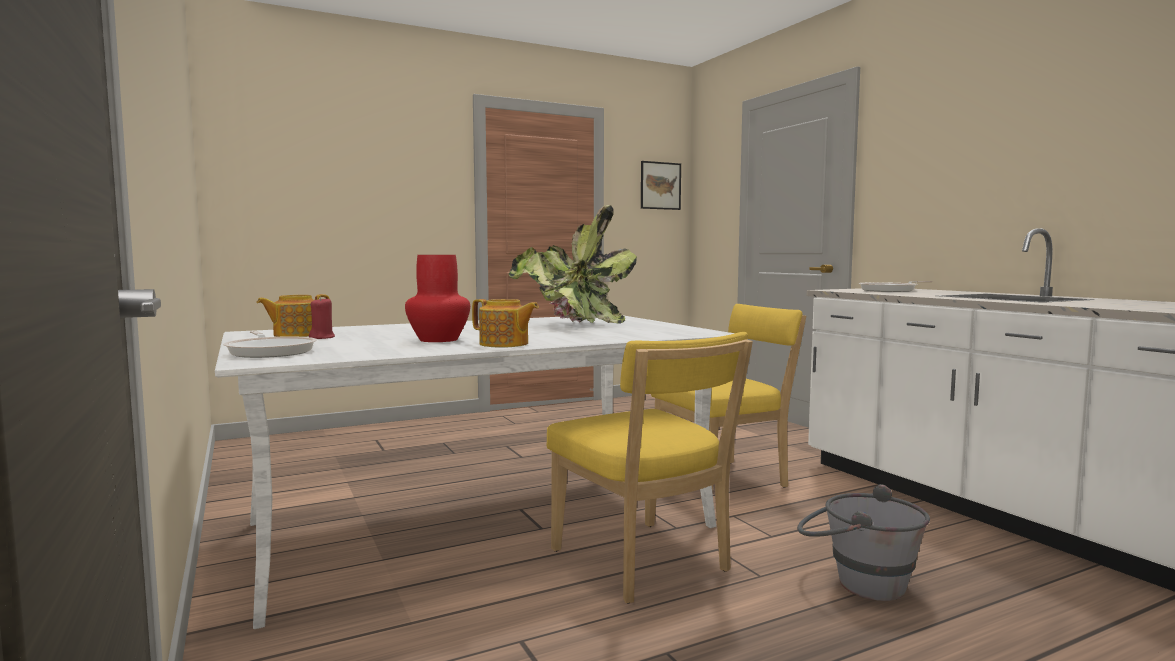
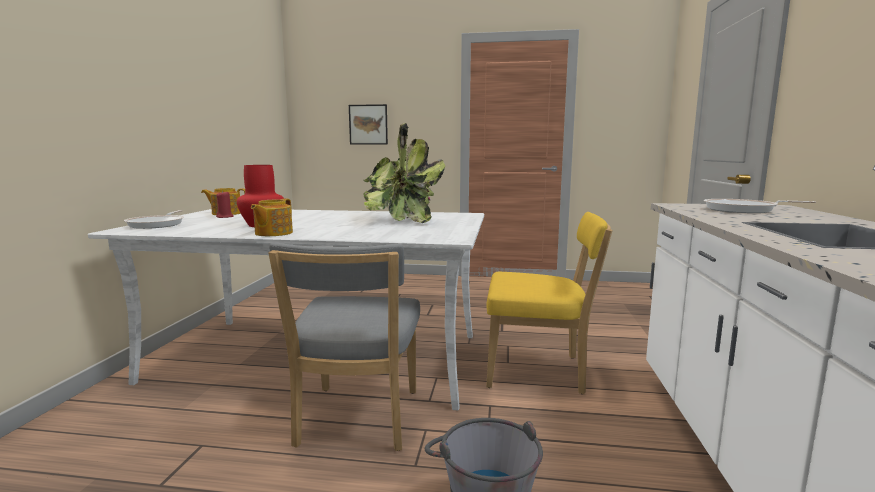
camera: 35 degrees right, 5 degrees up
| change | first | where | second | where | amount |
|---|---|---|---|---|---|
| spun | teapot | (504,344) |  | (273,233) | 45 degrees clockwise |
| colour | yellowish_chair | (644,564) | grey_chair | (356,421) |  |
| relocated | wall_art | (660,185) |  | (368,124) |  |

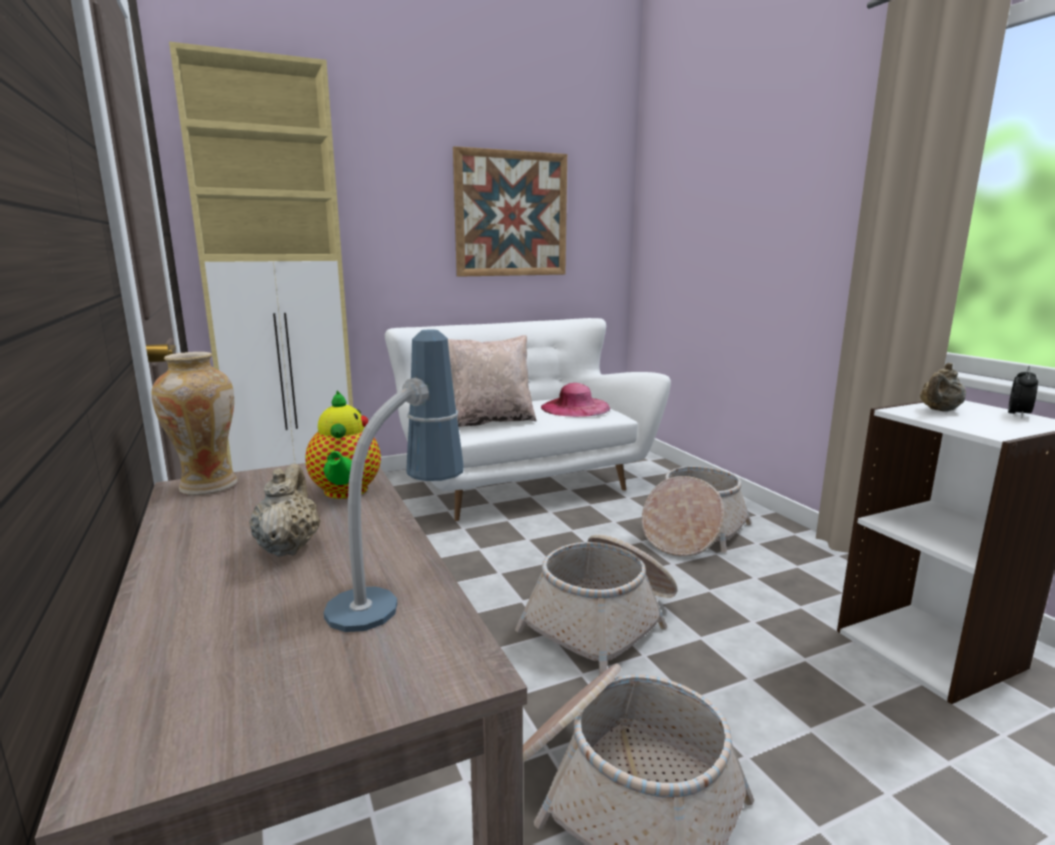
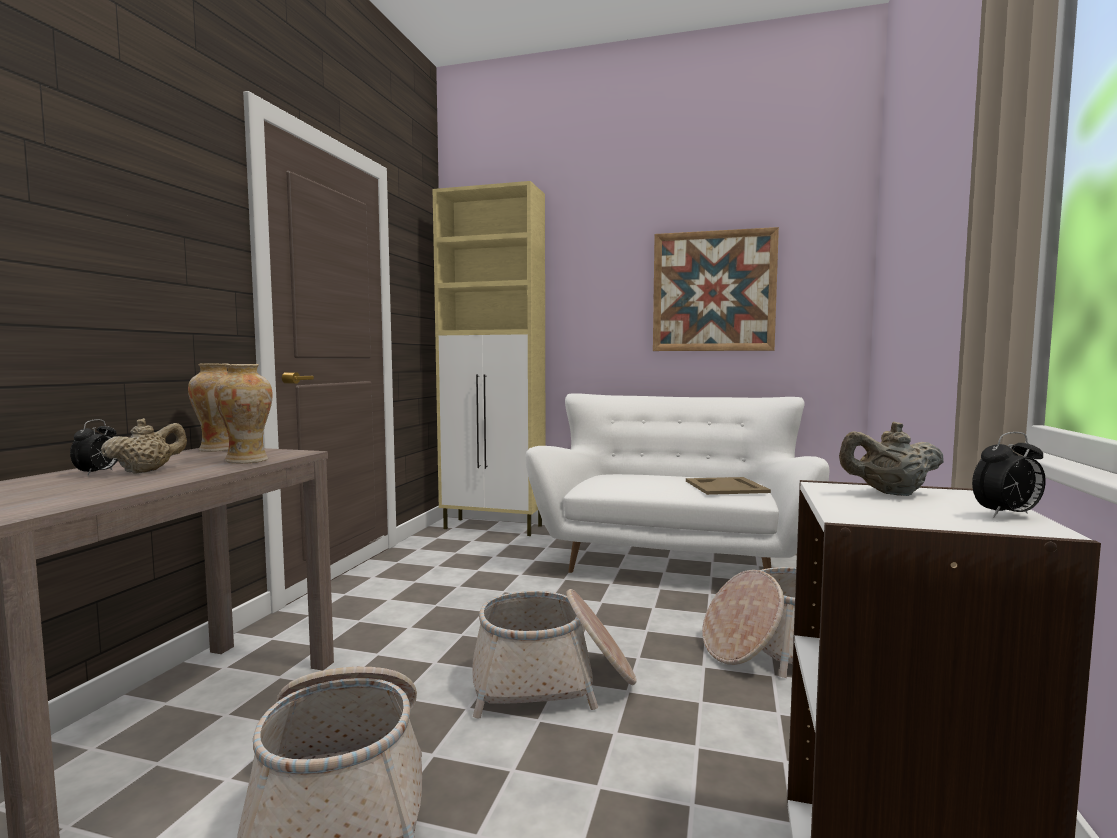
camera: 40 degrees right, 10 degrees down
| change | first | where | second | where | amount |
|---|---|---|---|---|---|
| exchanged | teapot | (345,492) | flower_vase | (247,461) |  |
| missing | lamp_for_a_table | (401,590) |  |  |  |
| missing | beige_pillow | (489,421) |  |  |  |
| exchanged | pink_clothing_hat | (575,407) | beige_serving_tray | (726,486) |  |
| appeared |  |  | table_clock | (98,473) |  |

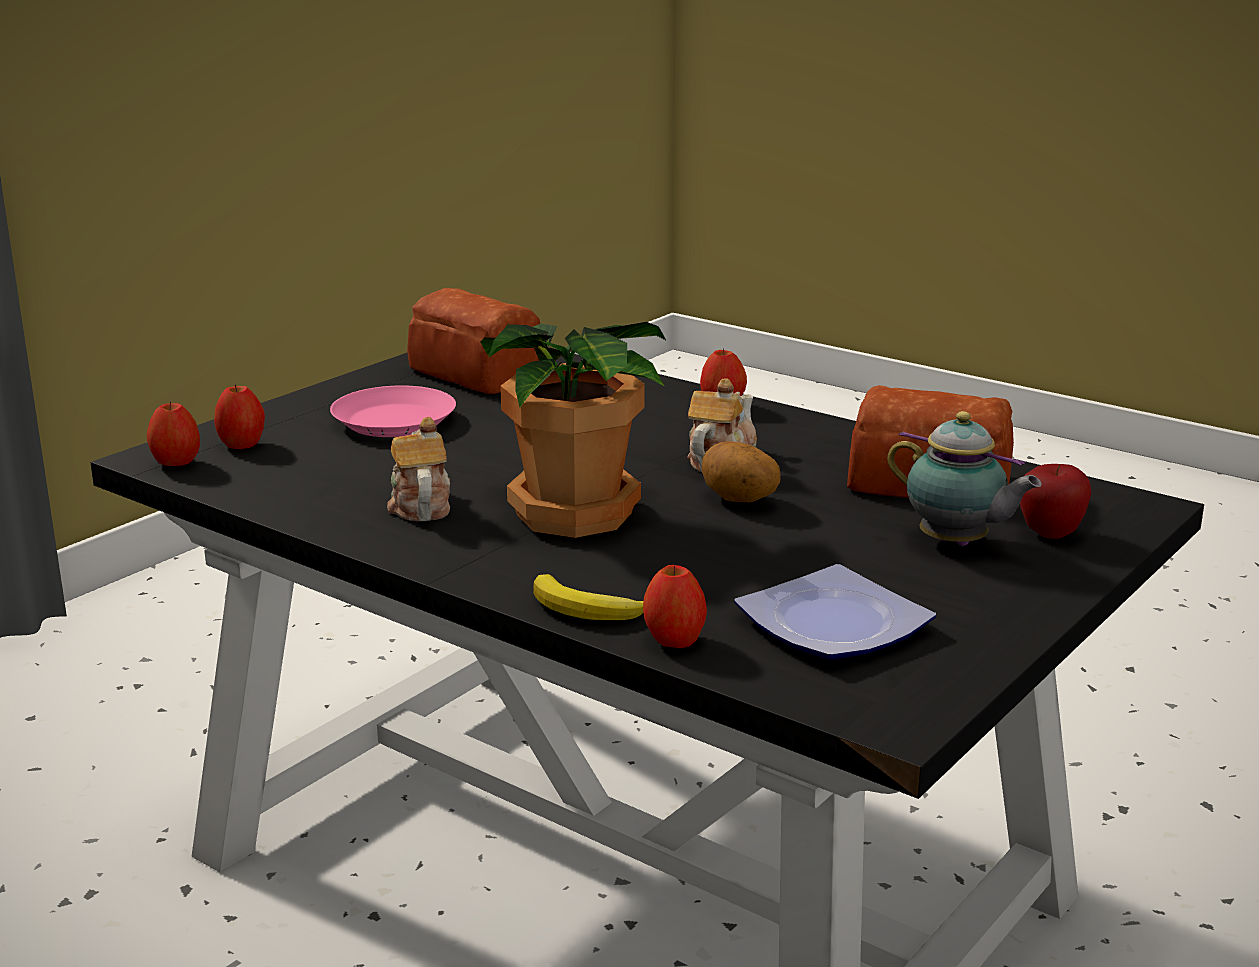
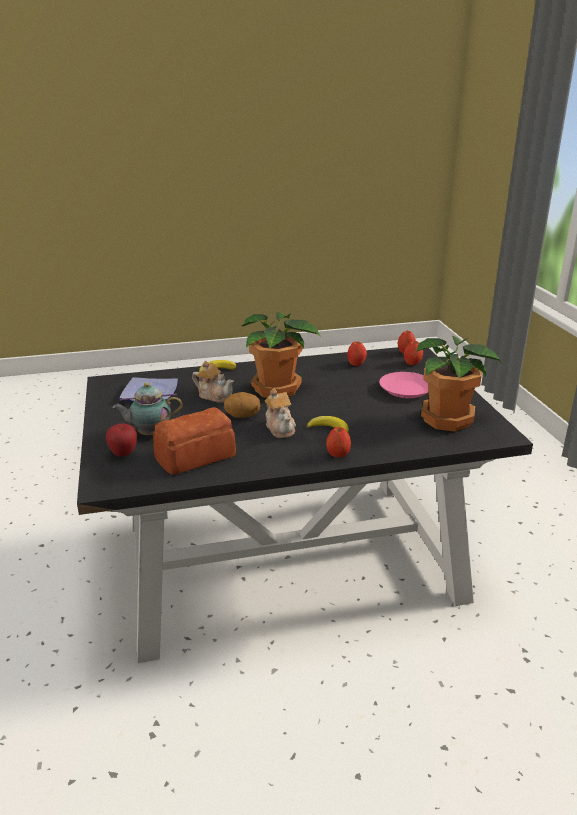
camera: 130 degrees right, 5 degrees up
| change | first | where | second | where | amount |
|---|---|---|---|---|---|
| relocated | teapot | (420,505) |  | (214,395) |  |
| exchanged | bread | (478,374) | houseplant | (449,420) |  |
| relocated | apple_fruit | (674,641) |  | (356,364) |  |
| appeared |  |  | banana_fruit | (329,429) |  |

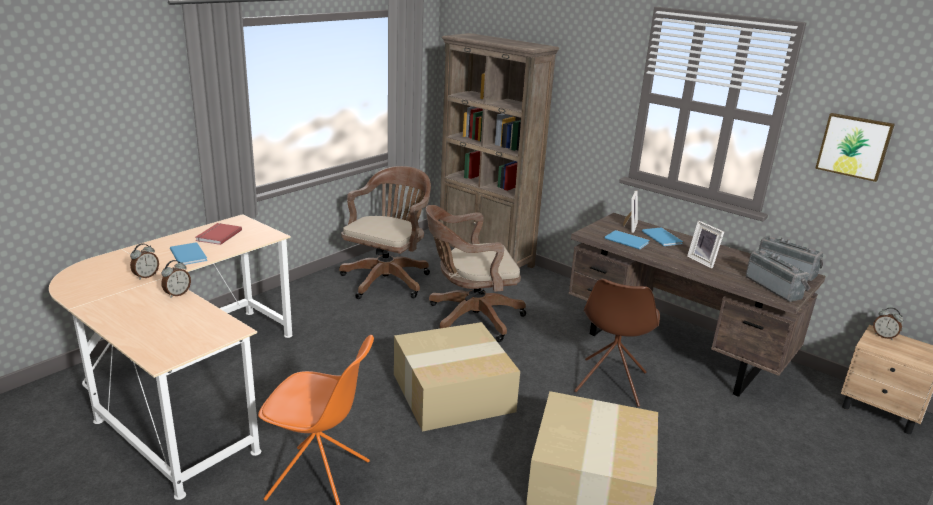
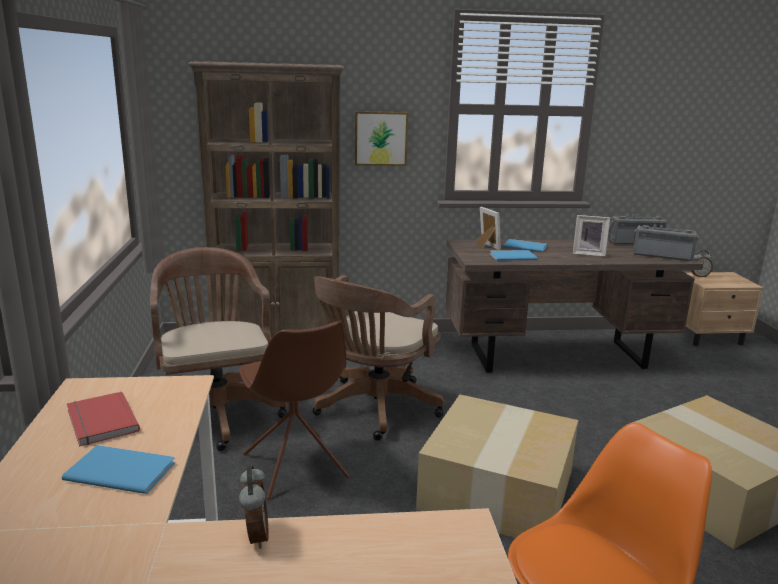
camera: 45 degrees left, 5 degrees down
| change | first | where | second | where | amount |
|---|---|---|---|---|---|
| missing | table_clock | (146,276) |  |  |  |
| relocated | brown_chair | (610,383) |  | (295,467) |  |
| relocated | wall_art | (854,146) |  | (380,138) |  |

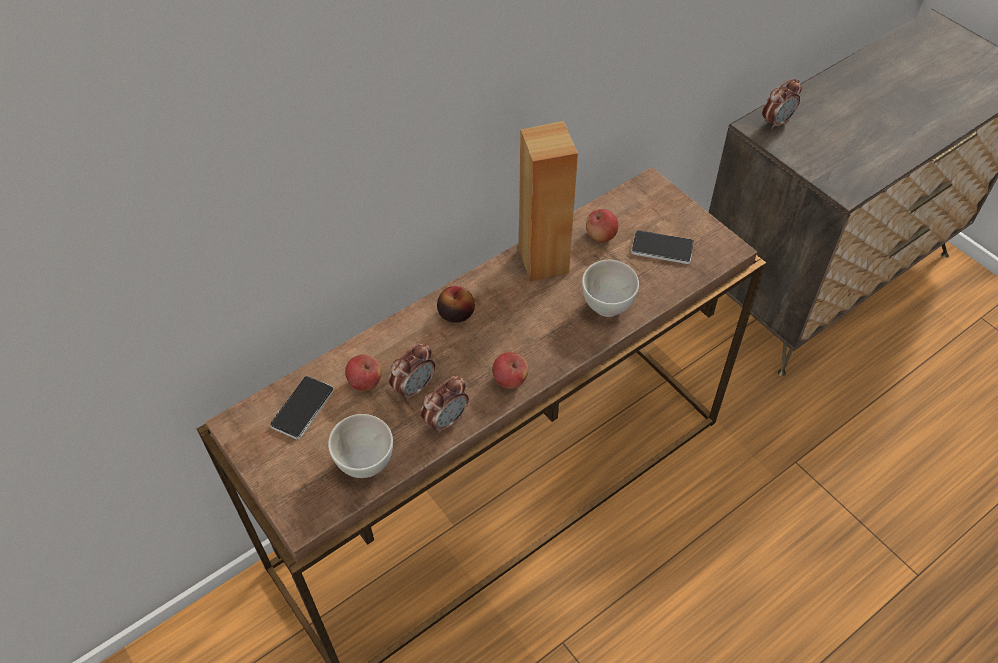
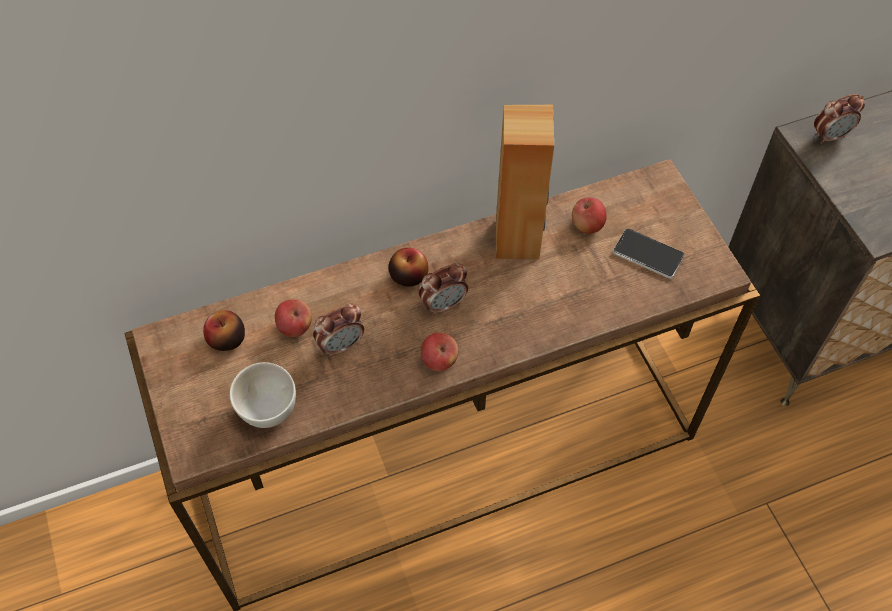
camera: 15 degrees right, 5 degrees up
| change | first | where | second | where | amount |
|---|---|---|---|---|---|
| exchanged | telephone | (303,408) | apple_fruit | (227,339) |  |
| relocated | table_clock | (446,420) |  | (443,304) |  |
| missing | whitish_deep_dish | (607,307) |  |  |  |

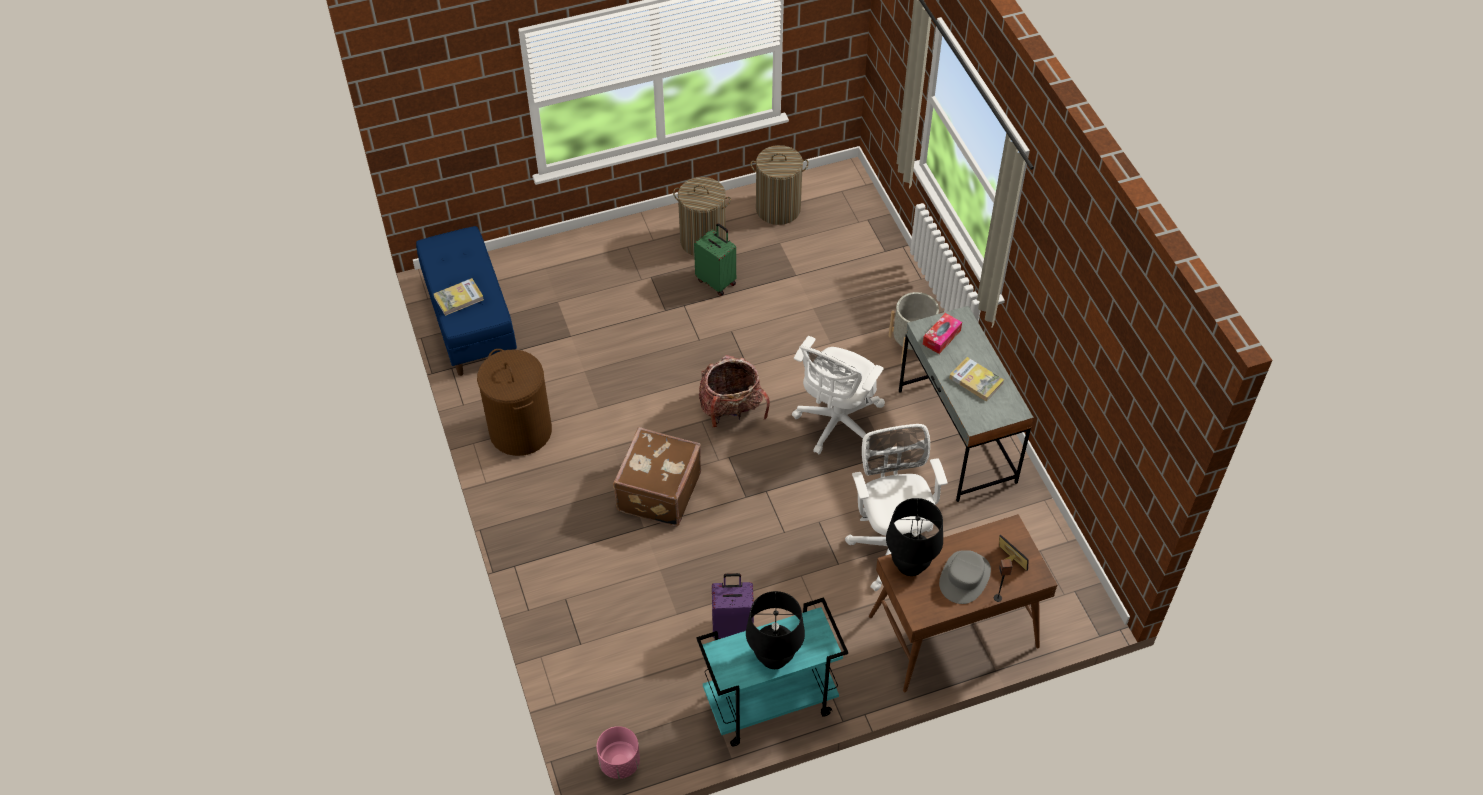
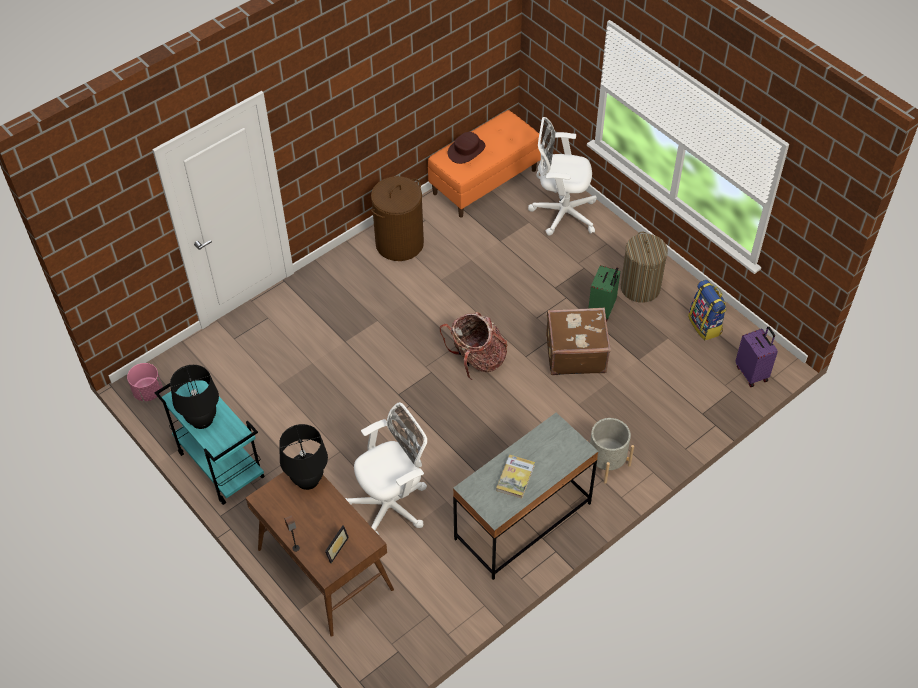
camera: 70 degrees right, 0 degrees up
| change | first | where | second | where | amount |
|---|---|---|---|---|---|
| colour | blue-coloured_long_seat | (470,321) | orange-coloured_long_seat | (484,181) |  |
| exchanged | volume | (459,298) | brown_clothing_hat | (466,150) |  |
| relocated | brown_suitcase | (657,492) |  | (575,353) |  |
| relocated | purple-coloured_suitcase | (733,627) |  | (752,373) |  |
| exchanged | washing_basket | (778,209) | rucksack | (705,325) |  |
| relocated | whitish_desk_chair | (836,424) |  | (561,213) |  |
| missing | box_of_tissues | (941,337) |  |  |  |
| missing | grey_clothing_hat | (965,577) |  |  |  |

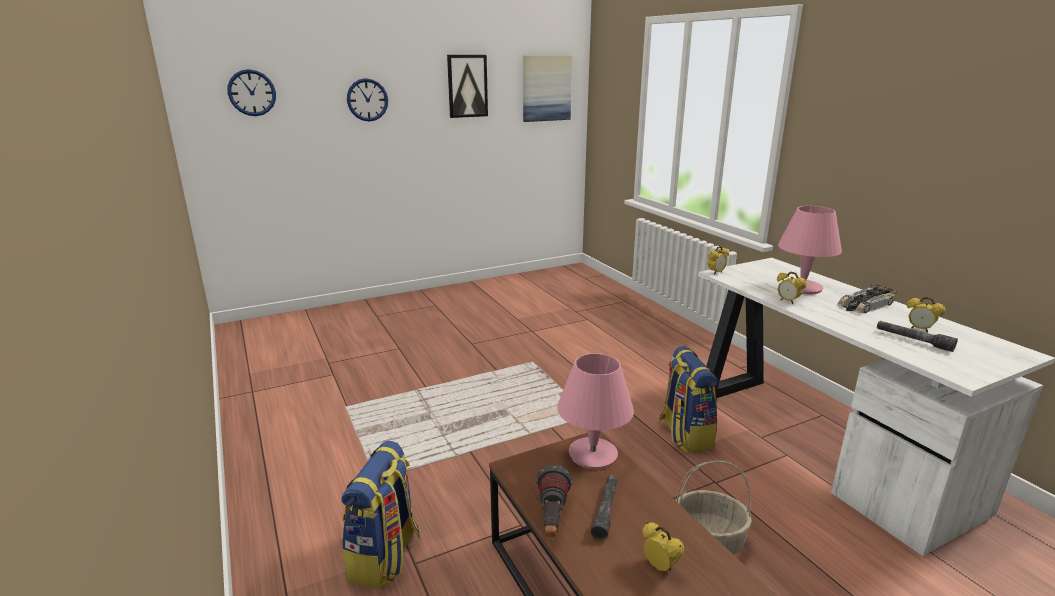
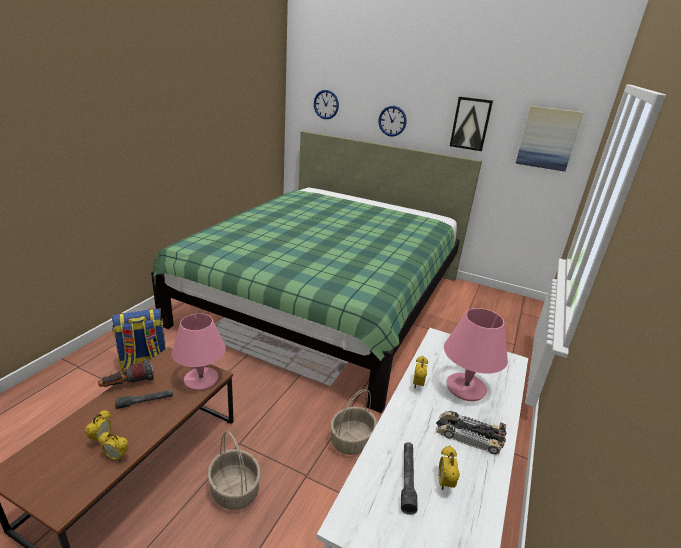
camera: 50 degrees right, 5 degrees up
| change | first | where | second | where | amount |
|---|---|---|---|---|---|
| exchanged | rucksack | (684,435) | household_basket | (351,440) |  |
| relocated | table_clock | (716,273) |  | (116,457) |  |
| appeared |  |  | greenish_sleeping_bed | (326,299) |  |

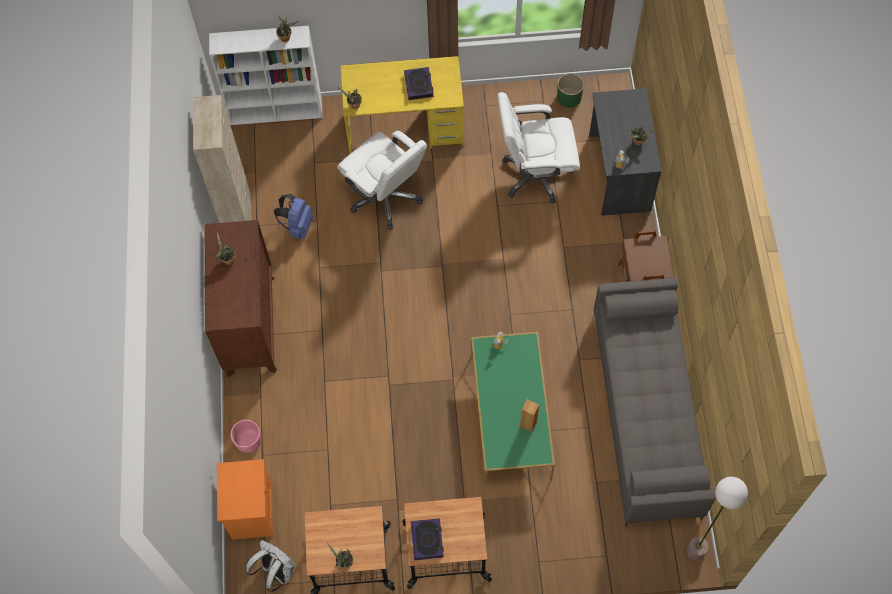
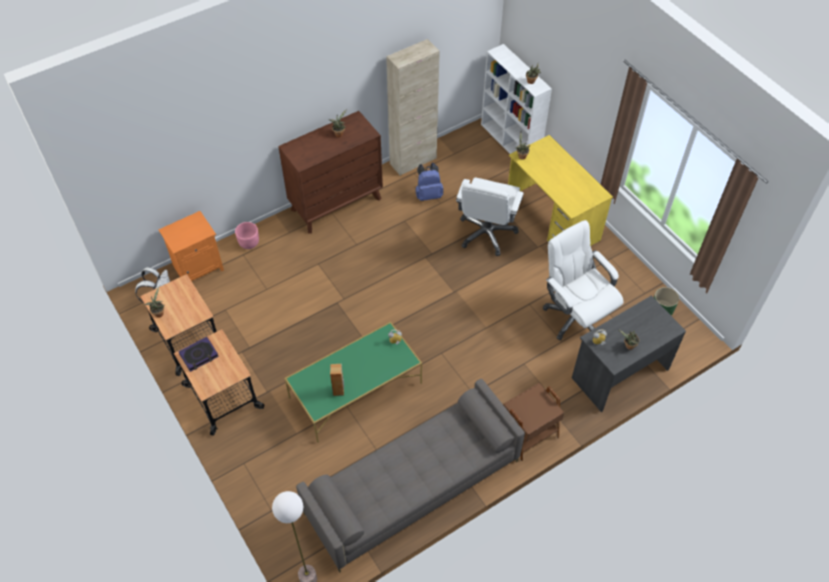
camera: 60 degrees right, 10 degrees down
| change | first | where | second | where | amount |
|---|---|---|---|---|---|
| missing | volume | (419,85) |  |  |  |

